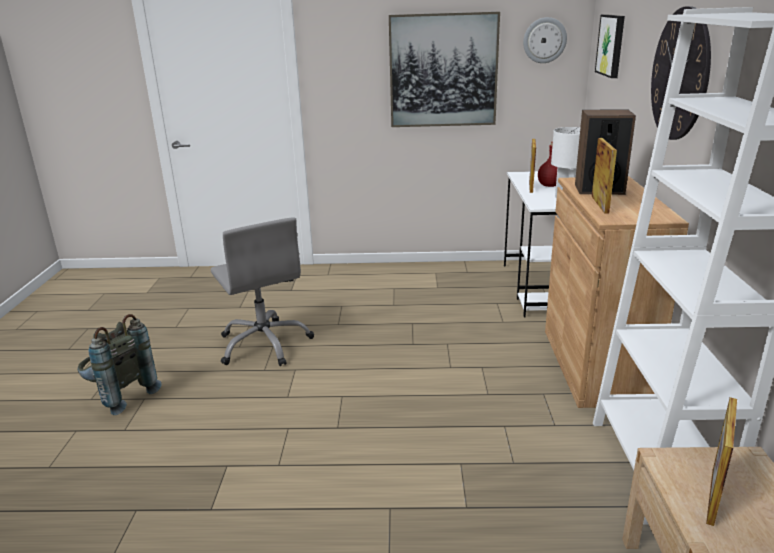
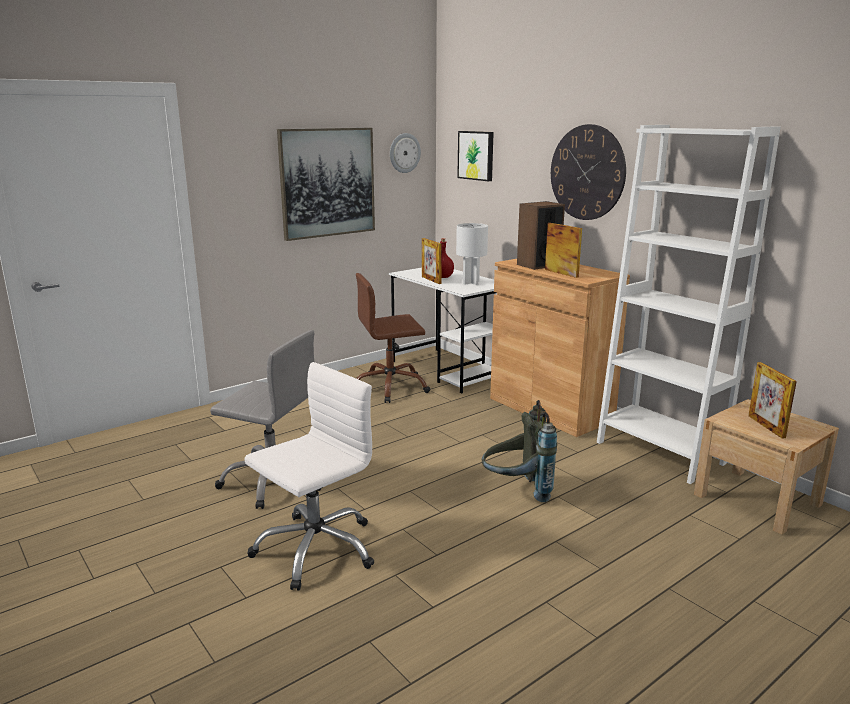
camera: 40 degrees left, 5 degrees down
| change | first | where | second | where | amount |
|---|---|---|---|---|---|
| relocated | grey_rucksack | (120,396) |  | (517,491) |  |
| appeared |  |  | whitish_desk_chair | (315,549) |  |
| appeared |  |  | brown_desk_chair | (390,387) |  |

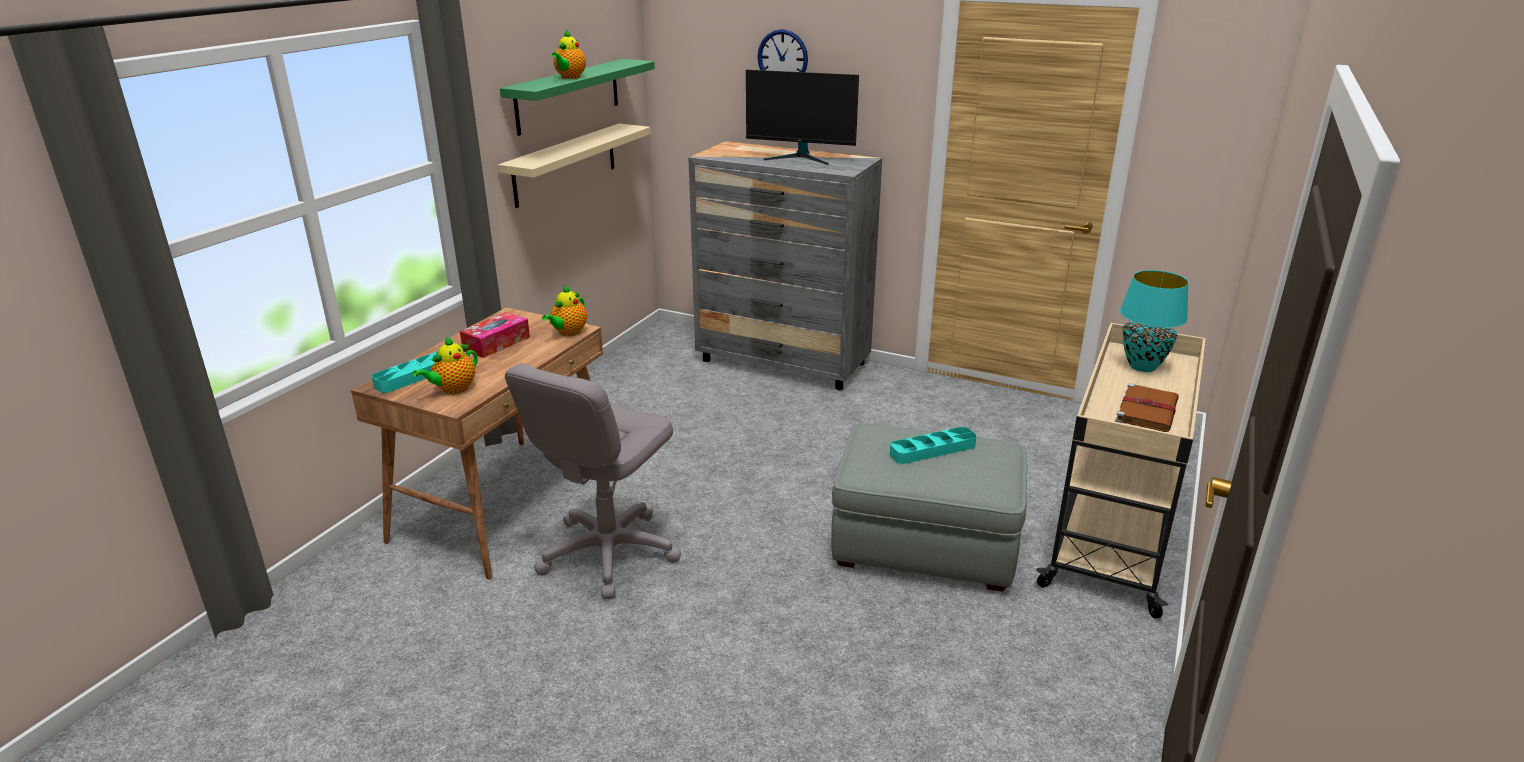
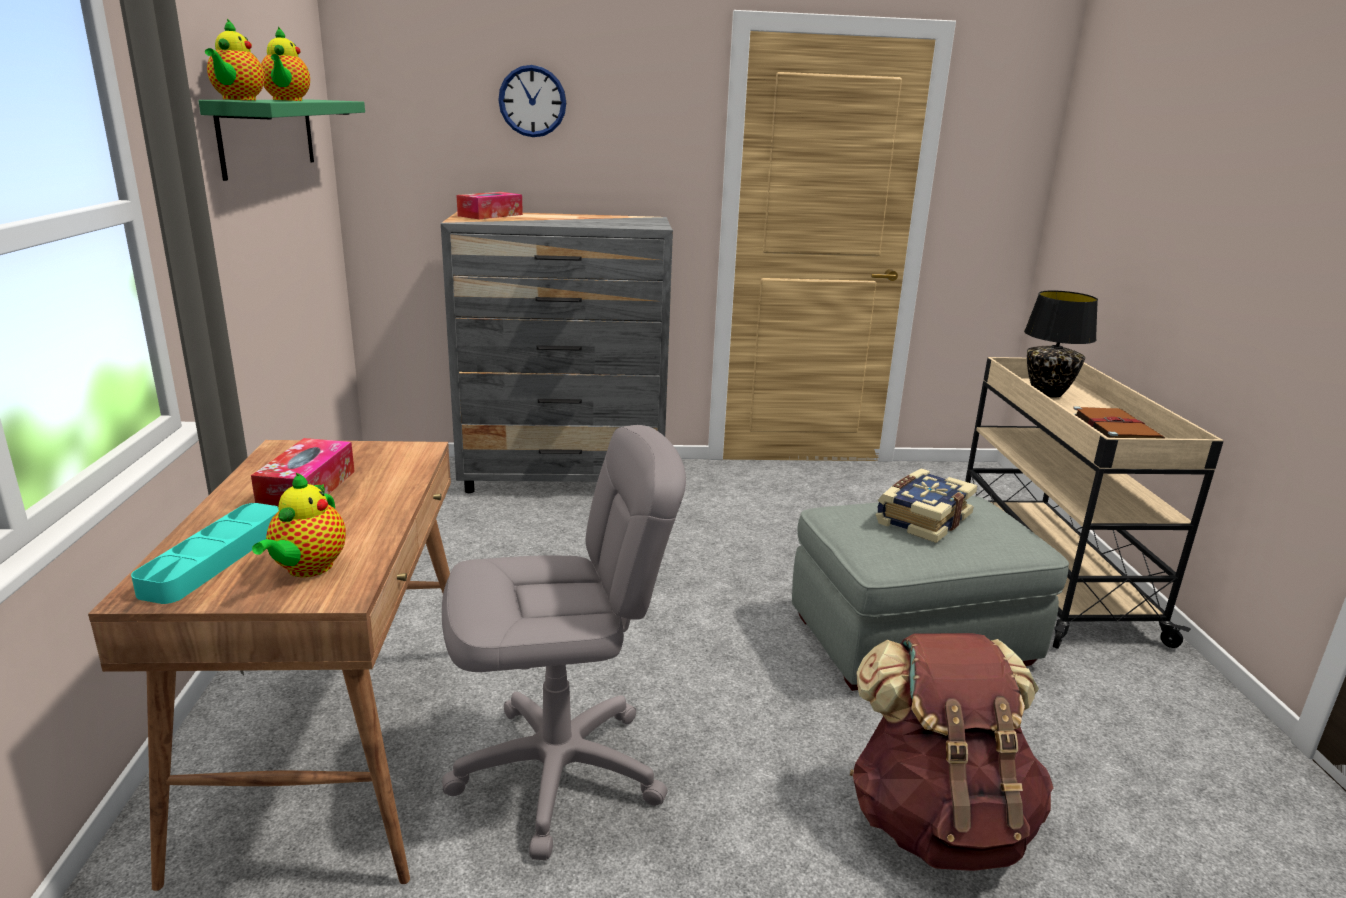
camera: 30 degrees left, 5 degrees down
| change | first | where | second | where | amount |
|---|---|---|---|---|---|
| missing | beige_wall_shelf | (565,164) |  |  |  |
| spun | grey_desk_chair | (608,553) |  | (559,772) | 105 degrees counterclockwise |
| relocated | teapot | (568,333) |  | (237,99) |  |
| missing | computer_screen | (801,157) |  |  |  |
| exchanged | blue-green_serving_tray | (932,450) | volume | (921,519) |  |
| colour | blue-green_lamp_for_a_table | (1143,366) | black_lamp_for_a_table | (1048,393) |  |
| appeared |  |  | box_of_tissues | (490,215) |  |
| appeared |  |  | brown_rucksack | (938,821) |  |

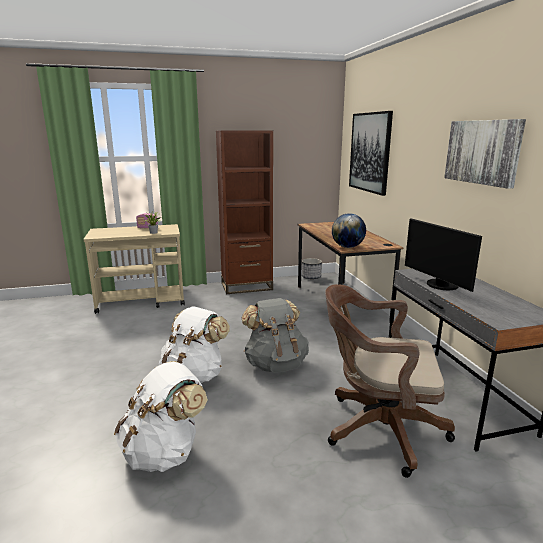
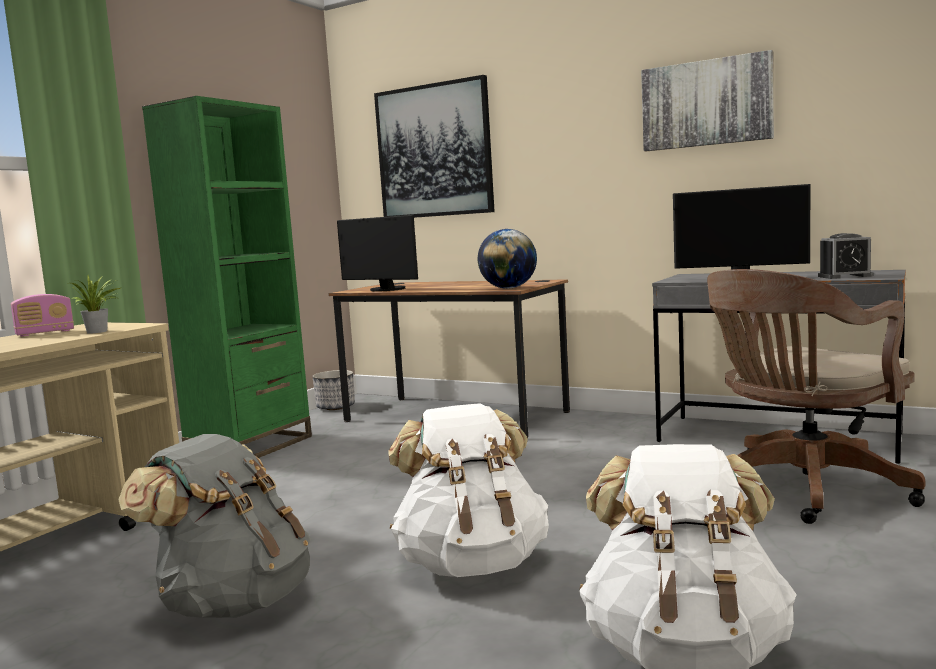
camera: 45 degrees left, 10 degrees down
| change | first | where | second | where | amount |
|---|---|---|---|---|---|
| colour | brown_bookcase | (246,286) | greenish_bookcase | (250,447) |  |
| relocated | grey_rucksack | (275,364) |  | (233,602) |  |
| appeared |  |  | computer_screen | (385,290) |  |
| appeared |  |  | table_clock | (845,276) |  |

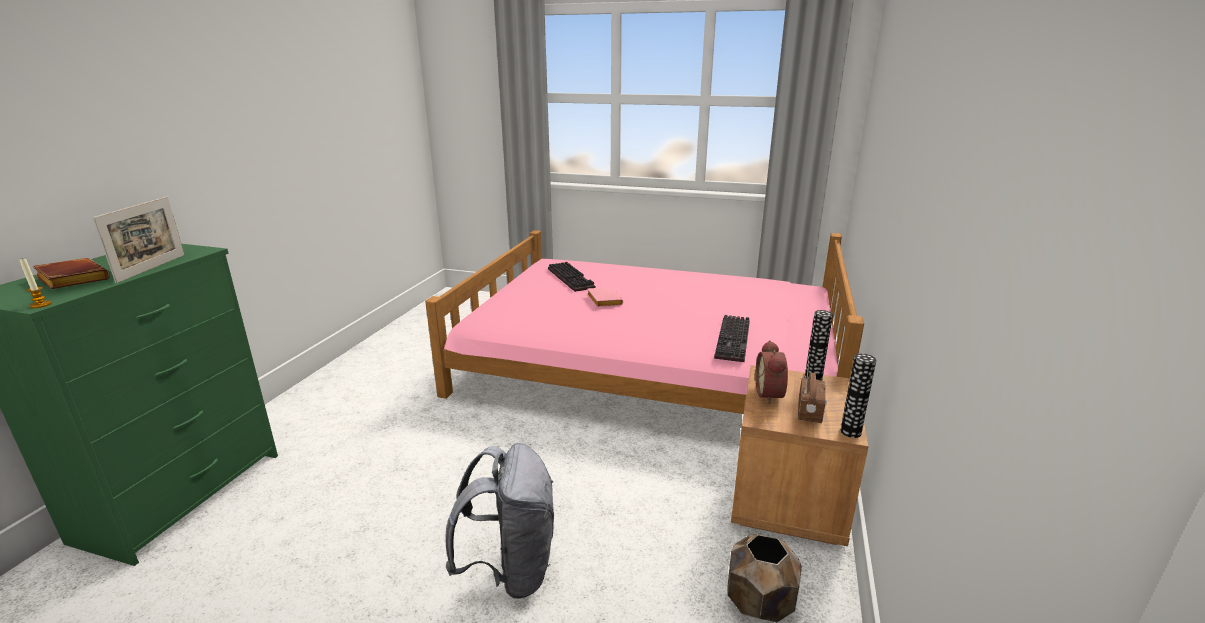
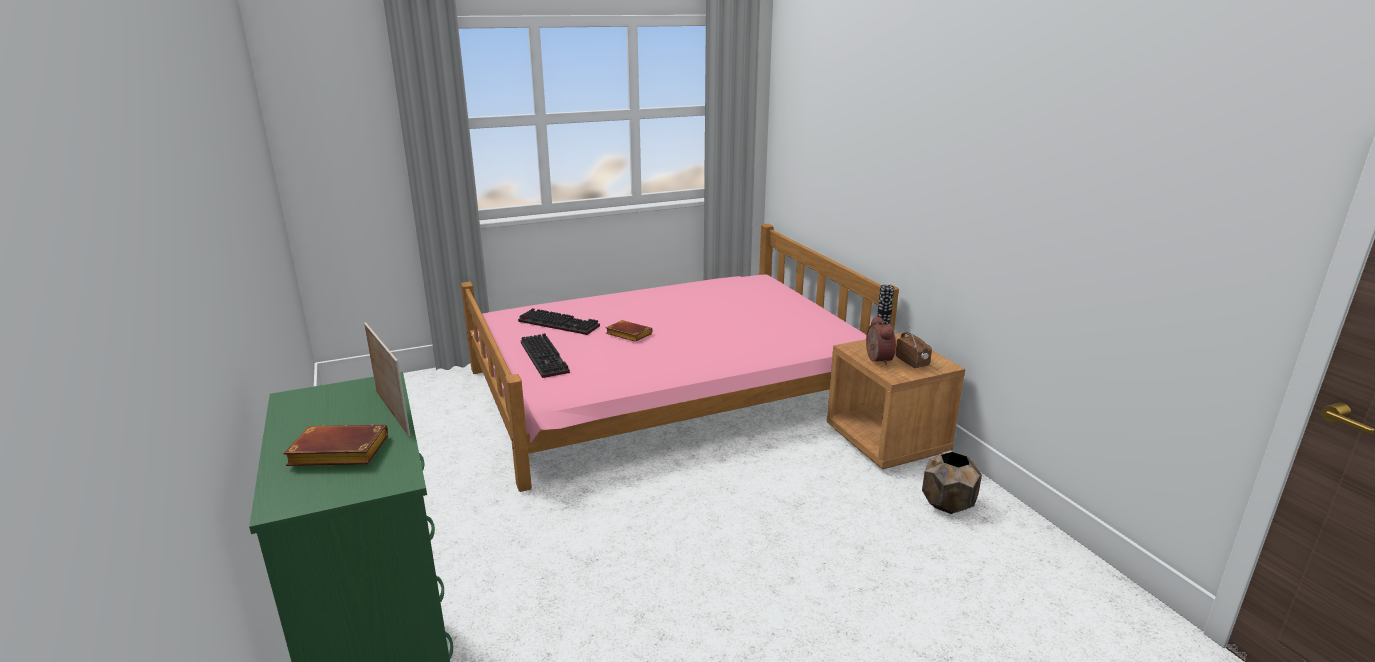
camera: 40 degrees left, 0 degrees up
| change | first | where | second | where | amount |
|---|---|---|---|---|---|
| missing | candle | (40,305) |  |  |  |
| missing | grey_rucksack | (511,570) |  |  |  |
| colour | pink_volume | (603,300) | brown_volume | (627,335) |  |
| relocated | PC_keyboard | (734,341) |  | (546,358) |  |
| spun | table_clock | (771,394) |  | (876,359) | 150 degrees counterclockwise |
| missing | flower_vase | (850,432) |  |  |  |

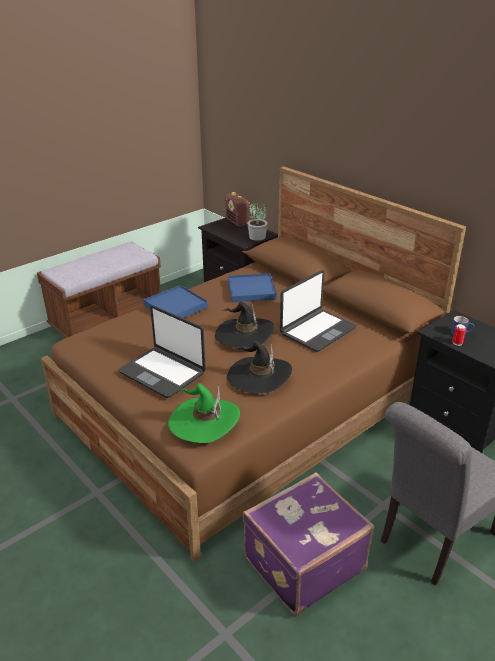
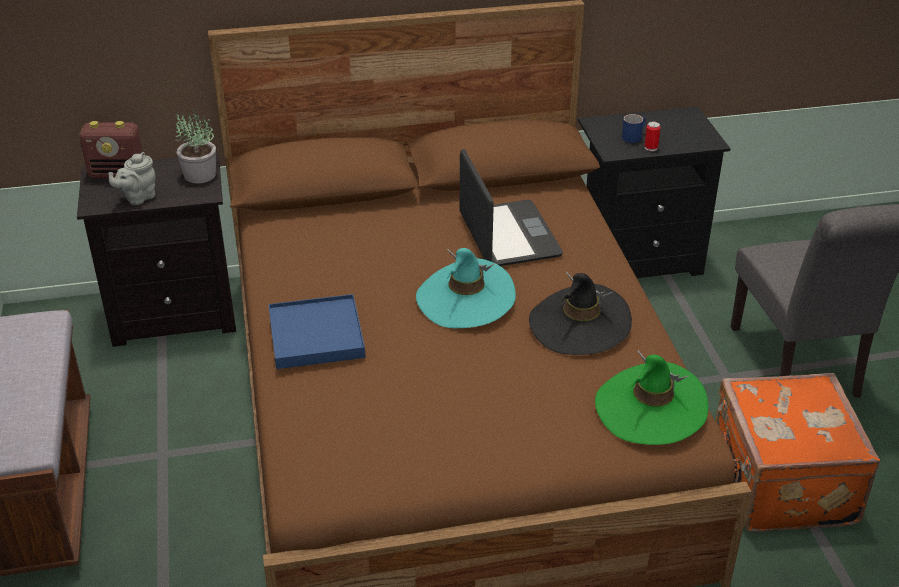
camera: 60 degrees left, 5 degrees up
| change | first | where | second | where | amount |
|---|---|---|---|---|---|
| missing | notebook_computer | (163,372) |  |  |  |
| colour | black_clothing_hat | (244,335) | blue-green_clothing_hat | (465,299) |  |
| missing | blue-coloured_serving_tray | (251,290) |  |  |  |
| colour | purple-coloured_suitcase | (302,562) | orange-coloured_suitcase | (779,484) |  |
| appeared |  |  | grey_teapot | (138,198) |  |

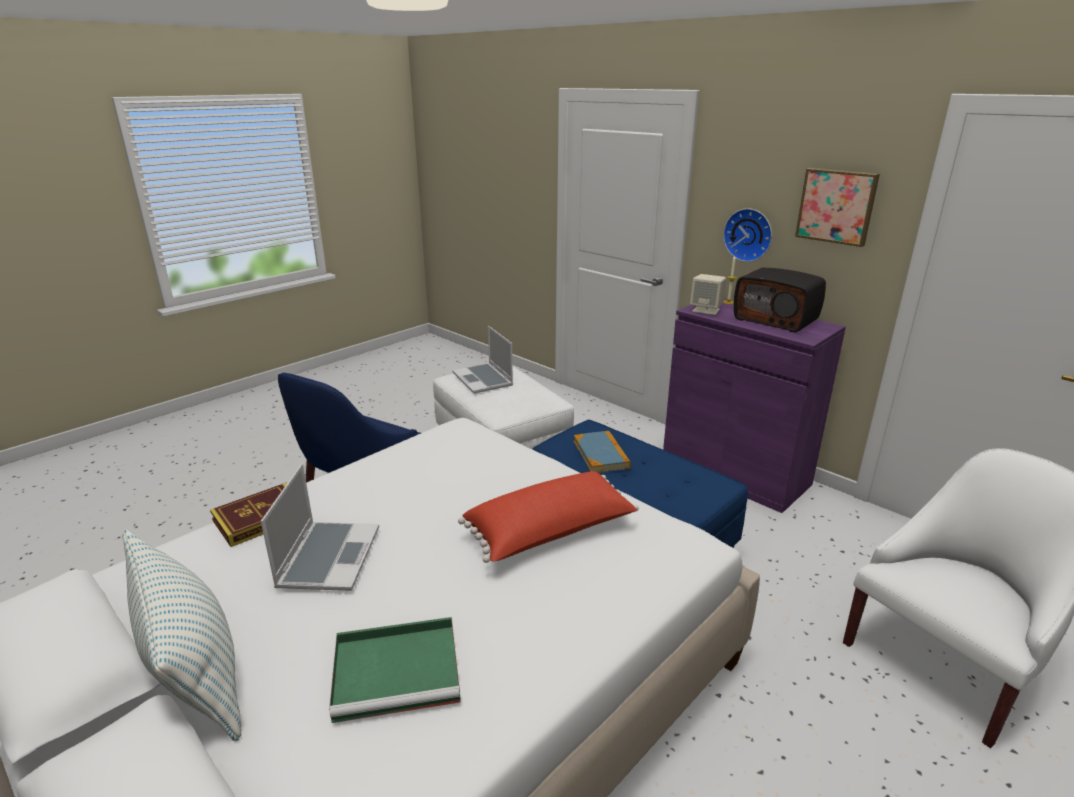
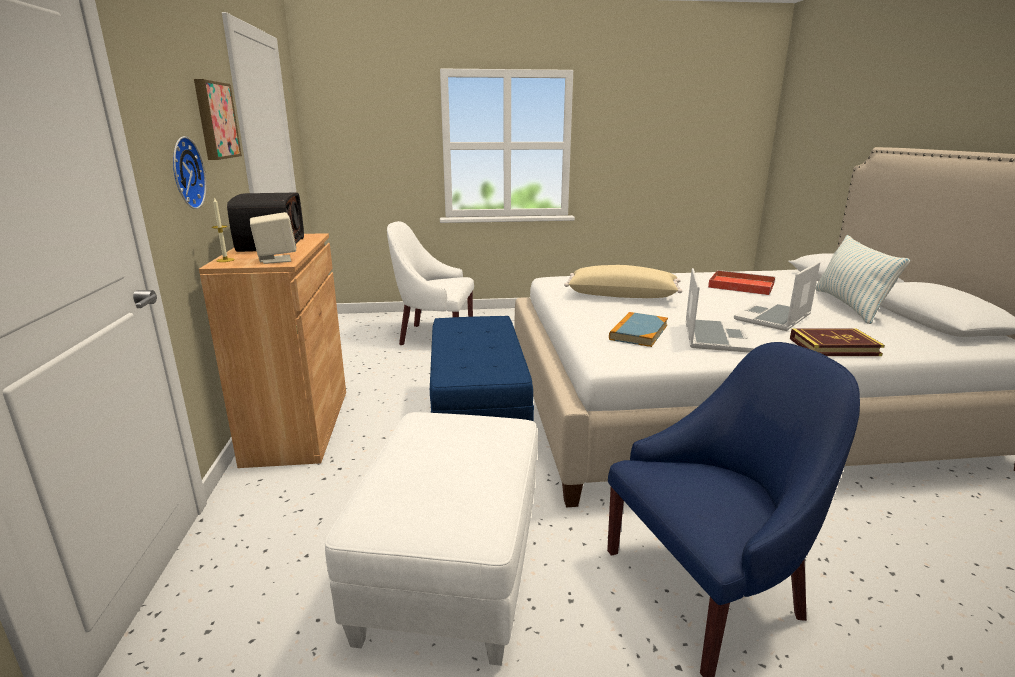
camera: 140 degrees left, 5 degrees down
| change | first | where | second | where | amount |
|---|---|---|---|---|---|
| colour | greenish_serving_tray | (399,671) | red-coloured_serving_tray | (739,285) |  |
| relocated | notebook_computer | (484,380) |  | (714,337) |  |
| colour | red-coloured_pillow | (550,533) | beige_pillow | (622,295) |  |
| relocated | volume | (601,454) |  | (638,332) |  |
| colour | purple-coloured_storage_cabinet | (735,473) | brown_storage_cabinet | (298,426) |  |

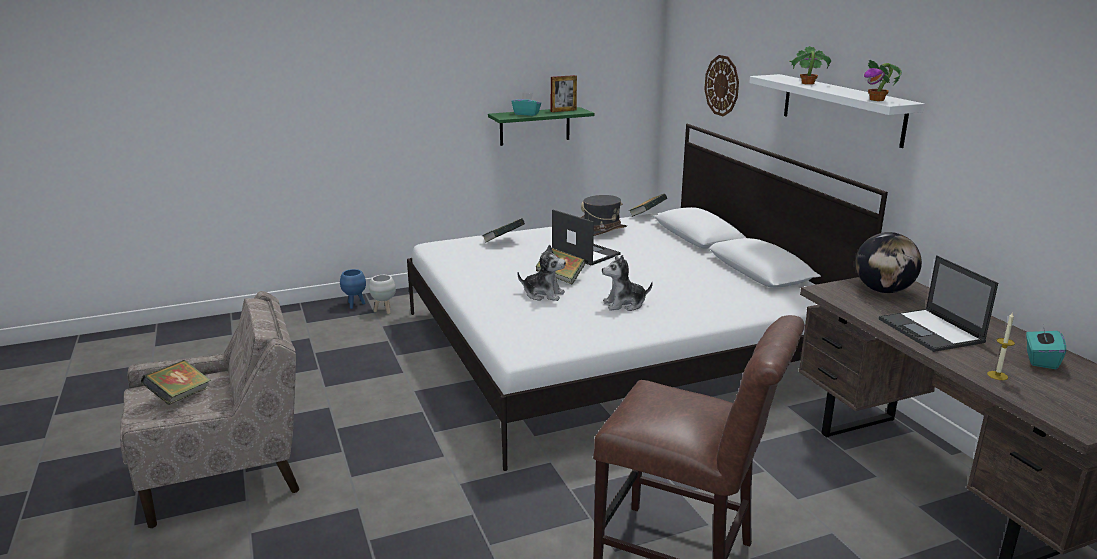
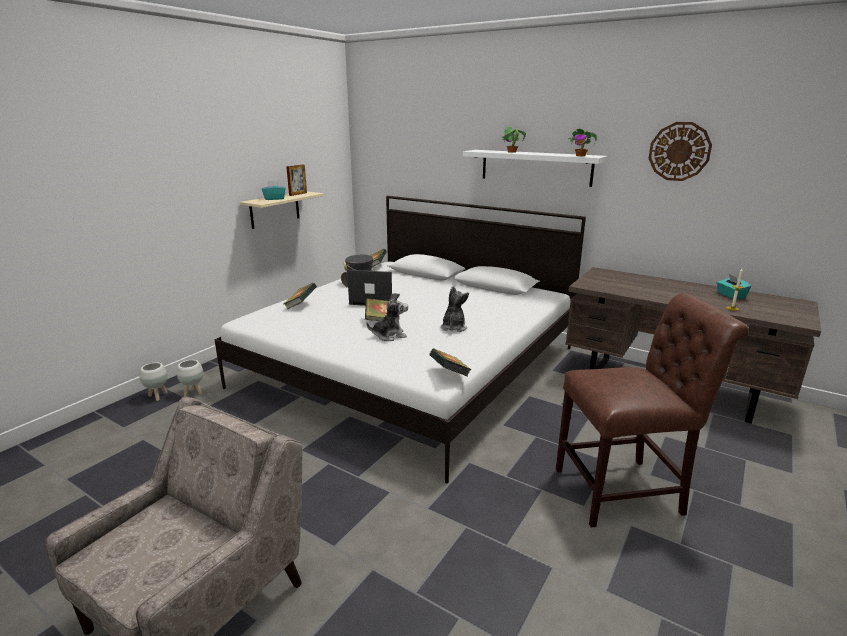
camera: 35 degrees left, 0 degrees up
| change | first | where | second | where | amount |
|---|---|---|---|---|---|
| relocated | volume | (179,397) |  | (449,374) |  |
| colour | blue-coloured_planter | (355,305) | whitish_planter | (158,396) |  |
| colour | greenish_wall_shelf | (535,126) | beige_wall_shelf | (275,209) |  |
| spun | cuddly_toy | (624,304) |  | (453,327) | 150 degrees clockwise |
| relocated | wall_clock | (722,85) |  | (679,151) |  |
| missing | world_globe | (883,290) |  |  |  |
| missing | notebook_computer | (931,331) |  |  |  |

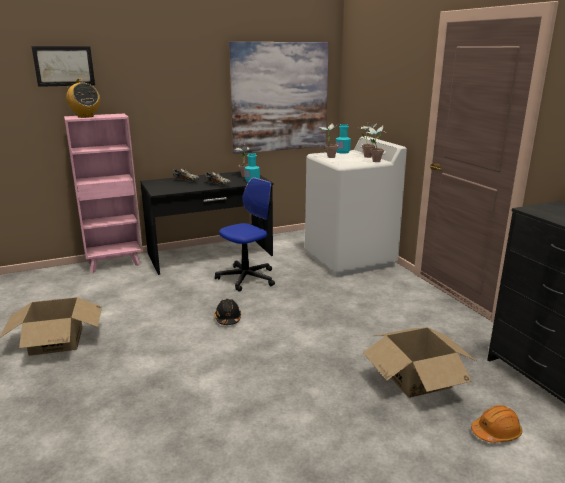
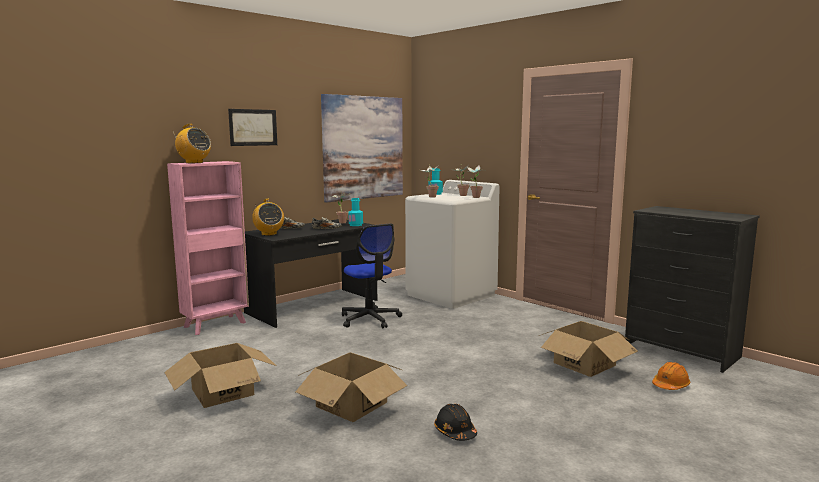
camera: 20 degrees left, 10 degrees down
| change | first | where | second | where | amount |
|---|---|---|---|---|---|
| relocated | wall_art | (64,66) |  | (253,127) |  |
| spun | desk_chair | (247,278) |  | (370,319) | 120 degrees clockwise |
| relocated | black_hard_hat | (228,318) |  | (455,432) |  |
| appeared |  |  | radio_receiver | (269,234) |  |
| appeared |  |  | packing_box | (351,404) |  |

